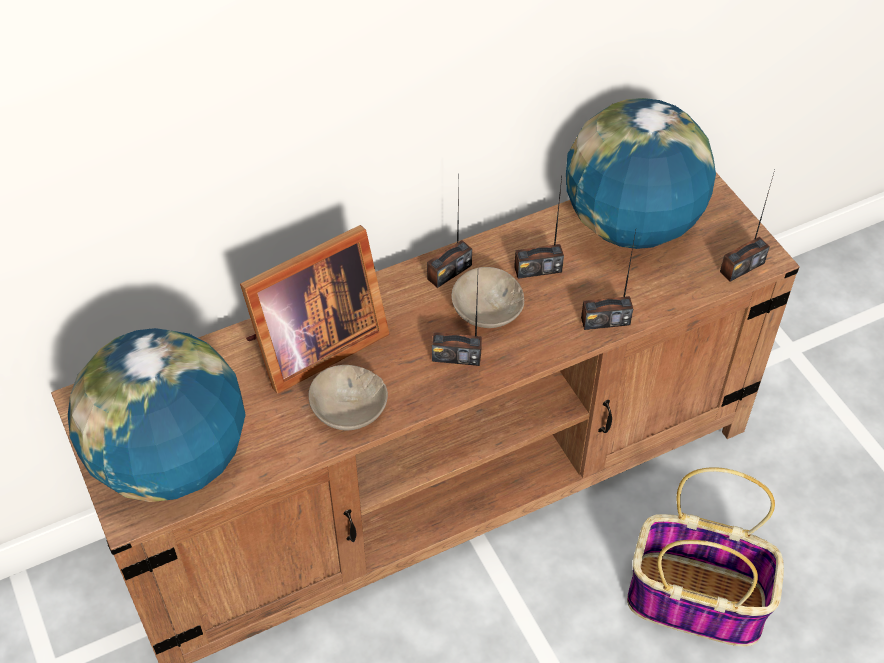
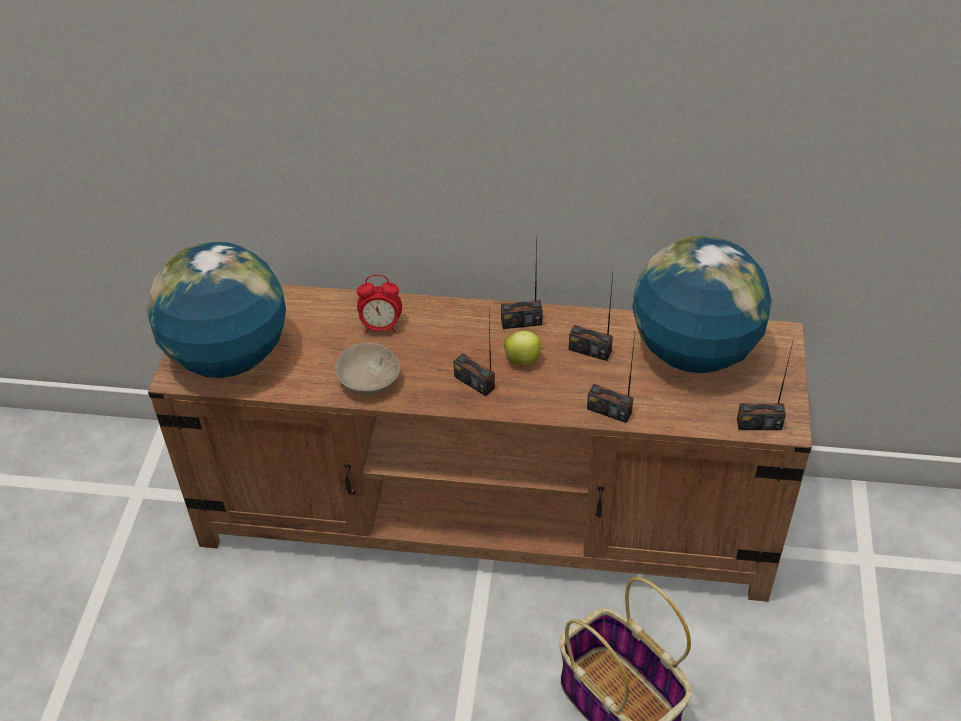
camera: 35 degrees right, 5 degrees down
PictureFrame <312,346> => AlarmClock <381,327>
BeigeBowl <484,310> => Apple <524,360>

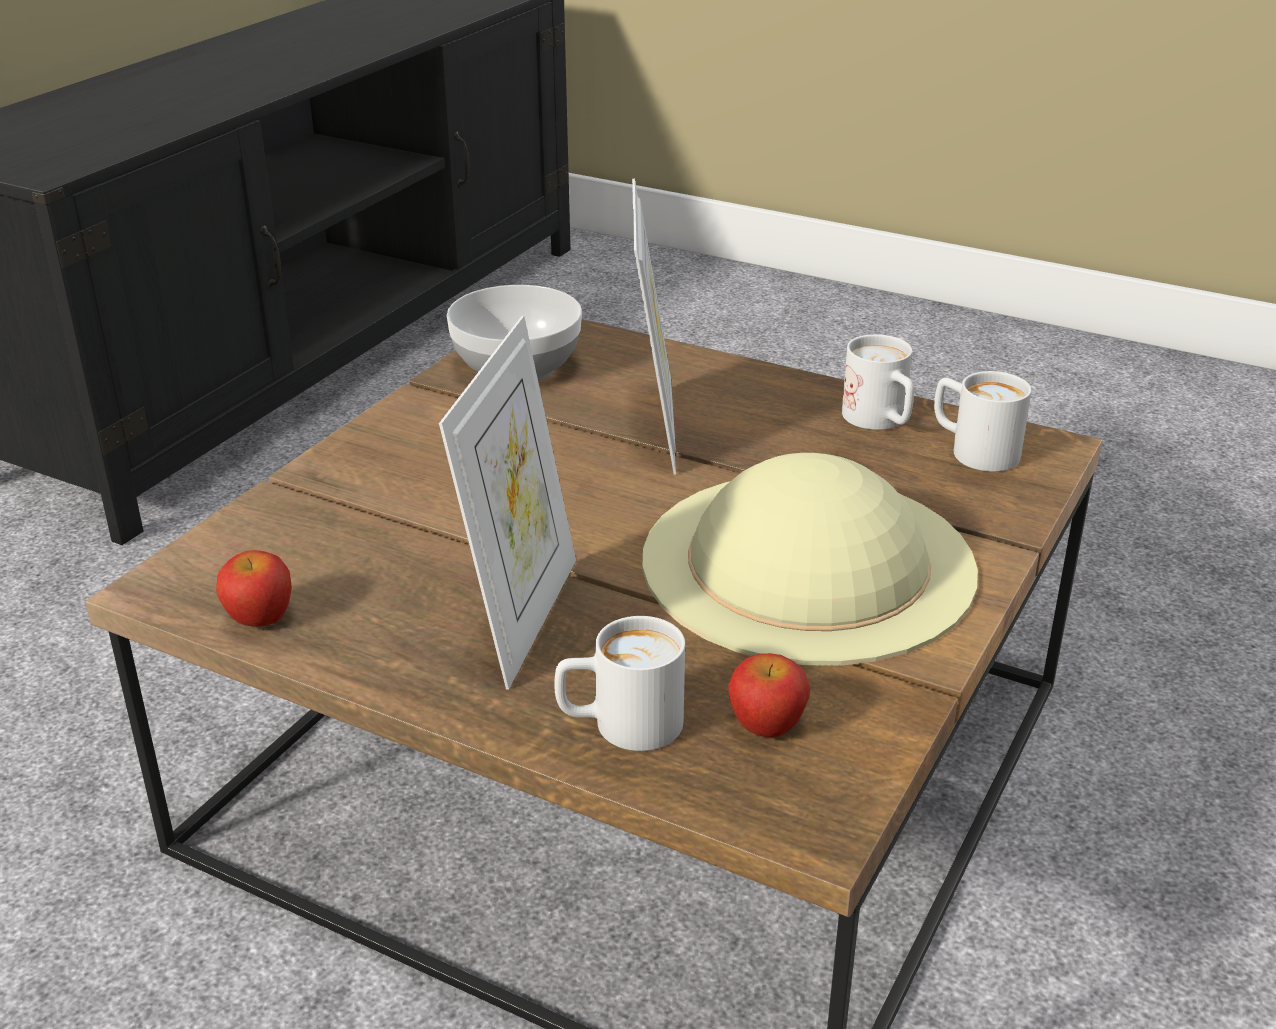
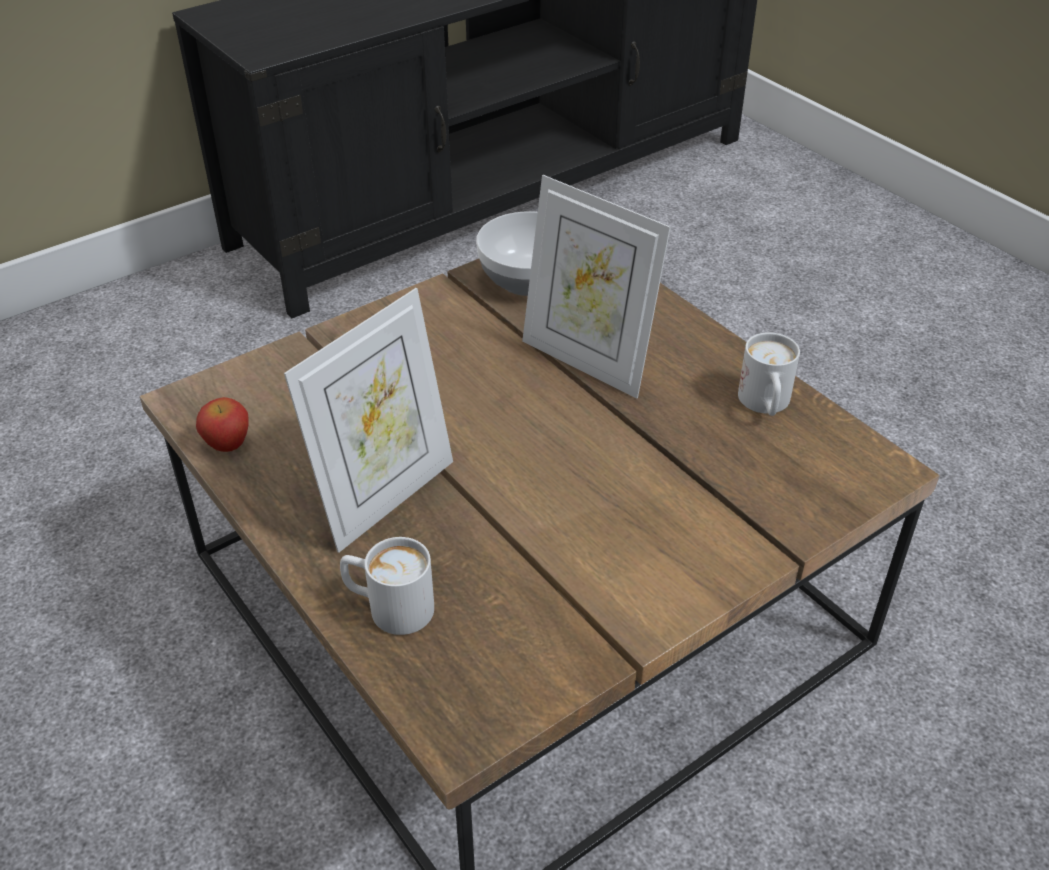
camera: 25 degrees right, 10 degrees up
BeigeHat <808,562> => nothing
Apple <766,726> => nothing
WhiteMug <972,450> => nothing
PictureFrame <653,428> => PictureFrame <587,361>, 105 degrees clockwise

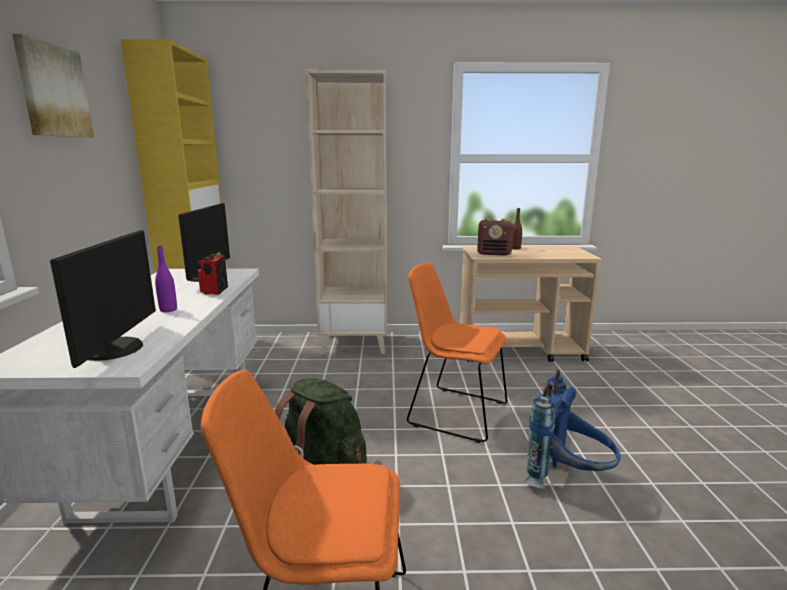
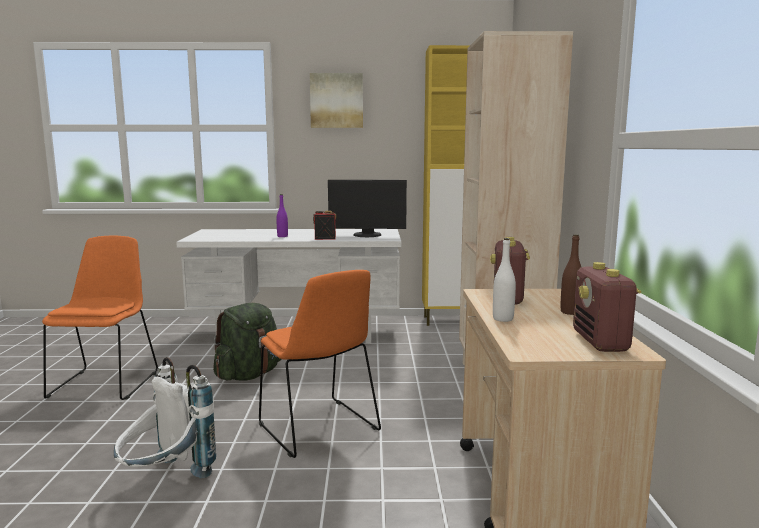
camera: 90 degrees right, 5 degrees down
Monitor <116,349> => nothing
nothing => WhiteBottle <503,319>
nothing => Radio <600,342>
BlueBackpack <567,480> => WhiteBackpack <166,480>
OrangeChair <454,412> => OrangeChair <320,429>, 120 degrees clockwise

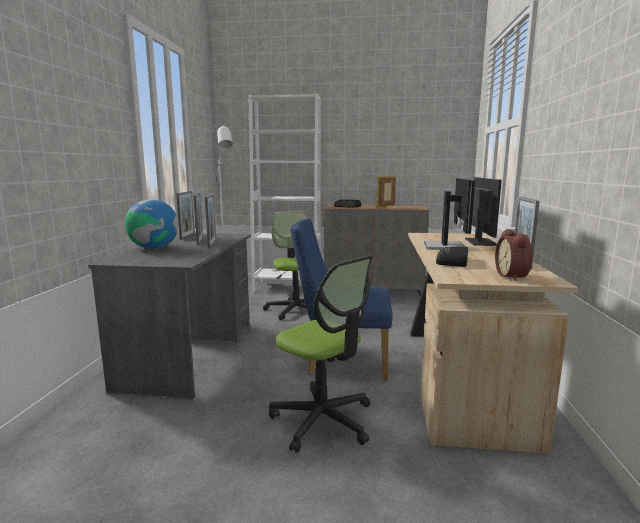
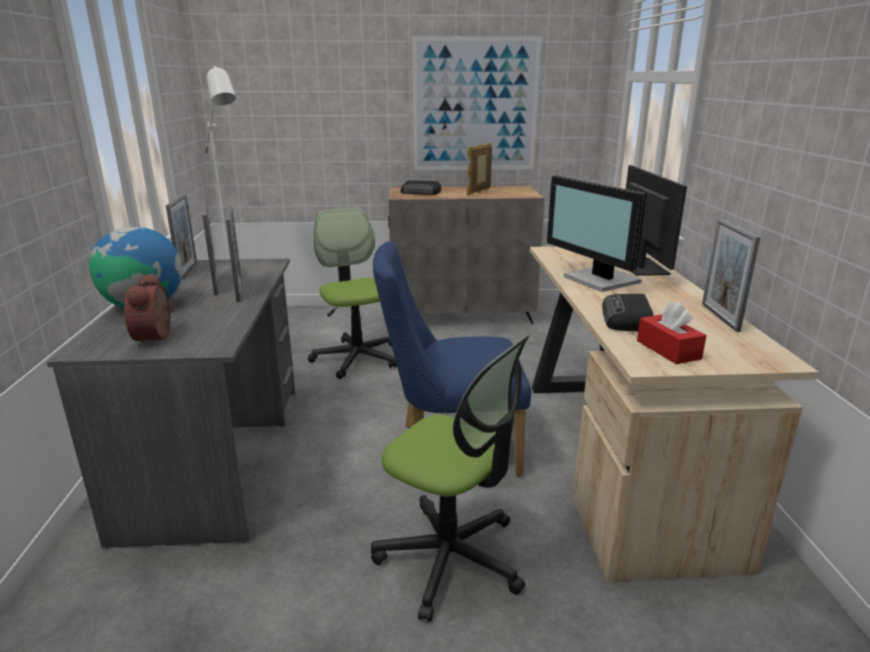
camera: 10 degrees left, 10 degrees up
WhiteBookcase <287,288> => nothing
nothing => Picture <475,105>
nothing => RedTissueBox <668,350>
AlarmClock <513,276> => AlarmClock <157,338>, relocated
Monitor <446,246> => Monitor <600,280>, 150 degrees clockwise

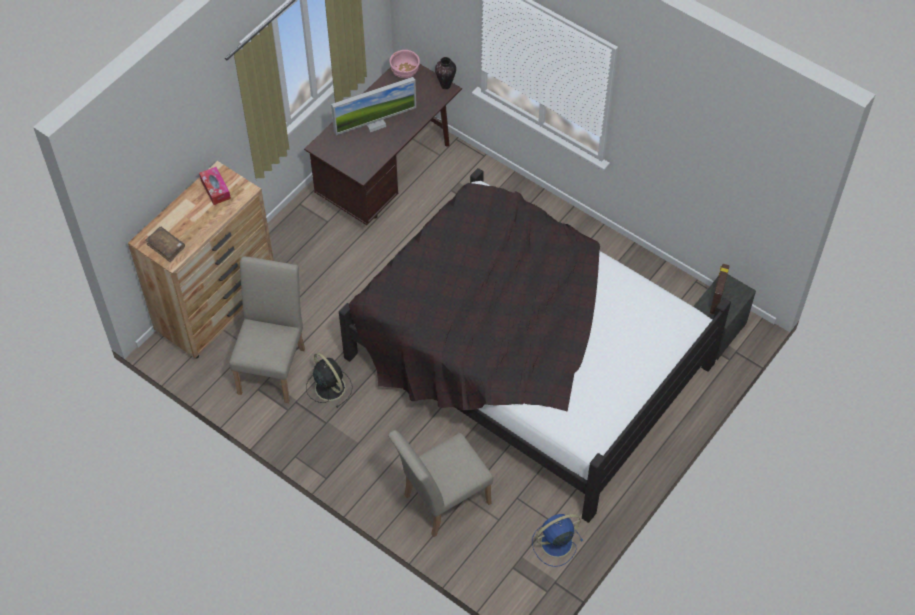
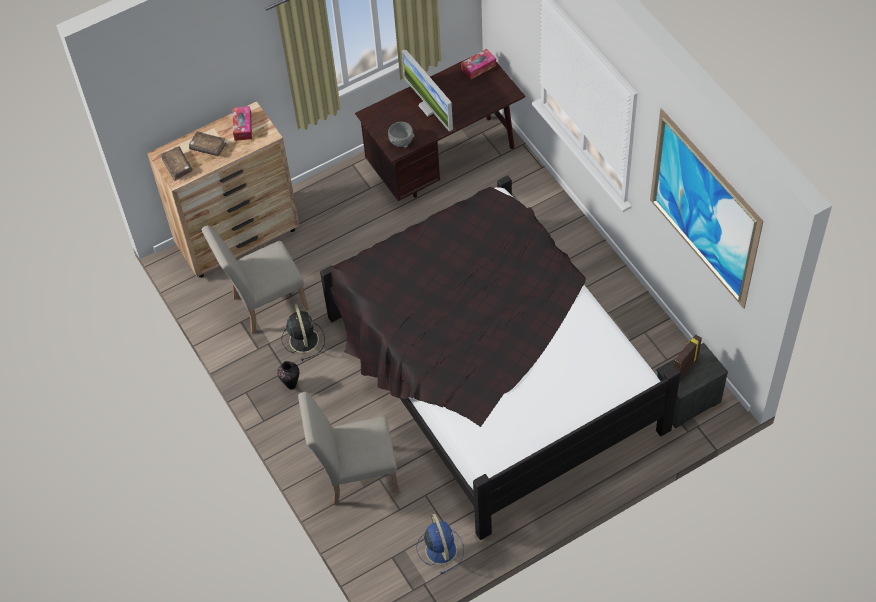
camera: 25 degrees right, 0 degrees up
nothing => BrownBook <208,147>
nothing => GreyBowl <401,142>
nothing => Picture <703,209>
Vase <446,86> => Vase <291,385>, relocated
PinkBowl <405,73> => TissueBox <478,67>
BeigeChair <274,365> => BeigeChair <264,305>, 150 degrees counterclockwise
Monitor <375,124> => Monitor <429,107>, 60 degrees clockwise
BlueFan <555,543> => BlueFan <440,548>, 75 degrees clockwise

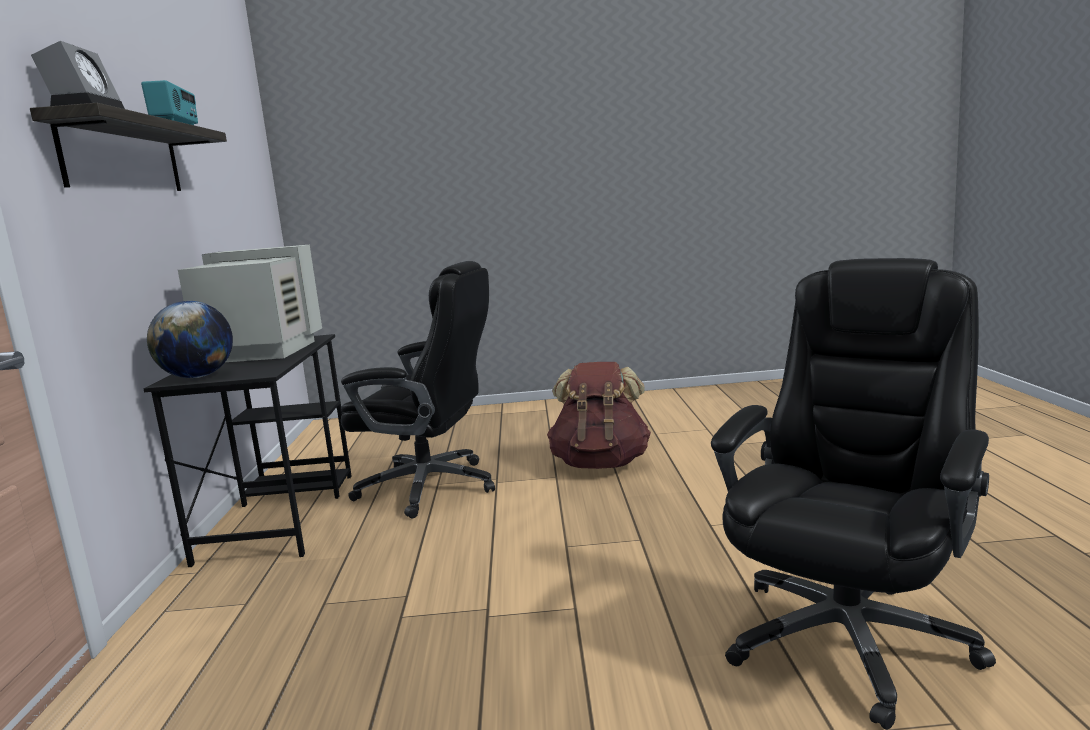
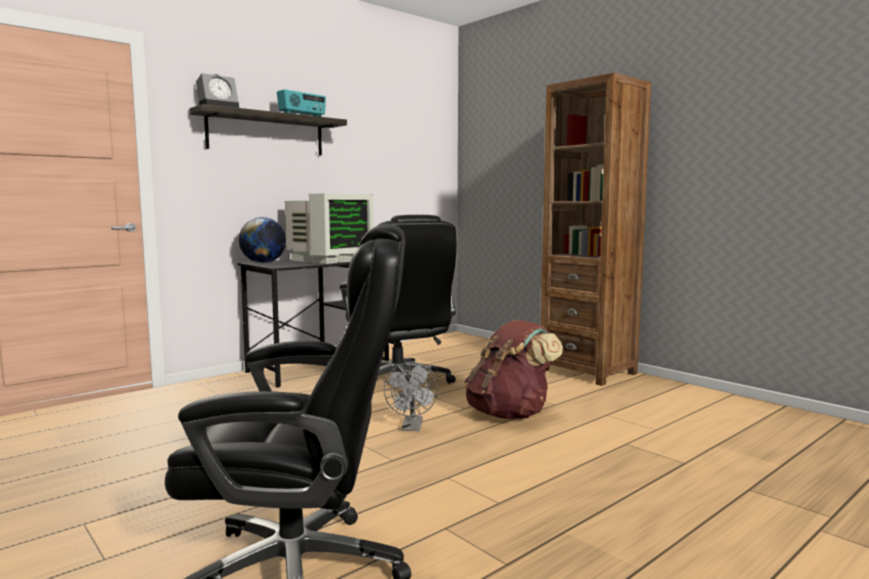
camera: 50 degrees right, 5 degrees down
nothing => GreyFan <412,428>
nothing => BrownBookcase <588,371>
Monitor <260,352> => Monitor <328,260>, 75 degrees clockwise

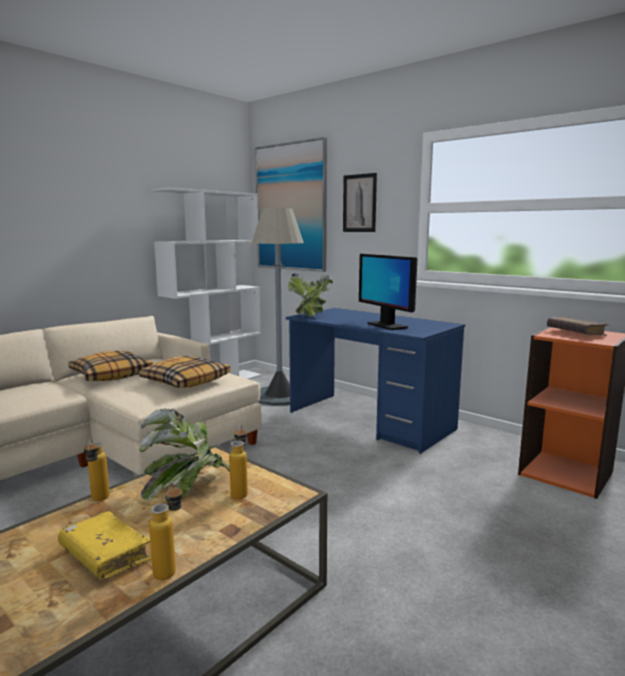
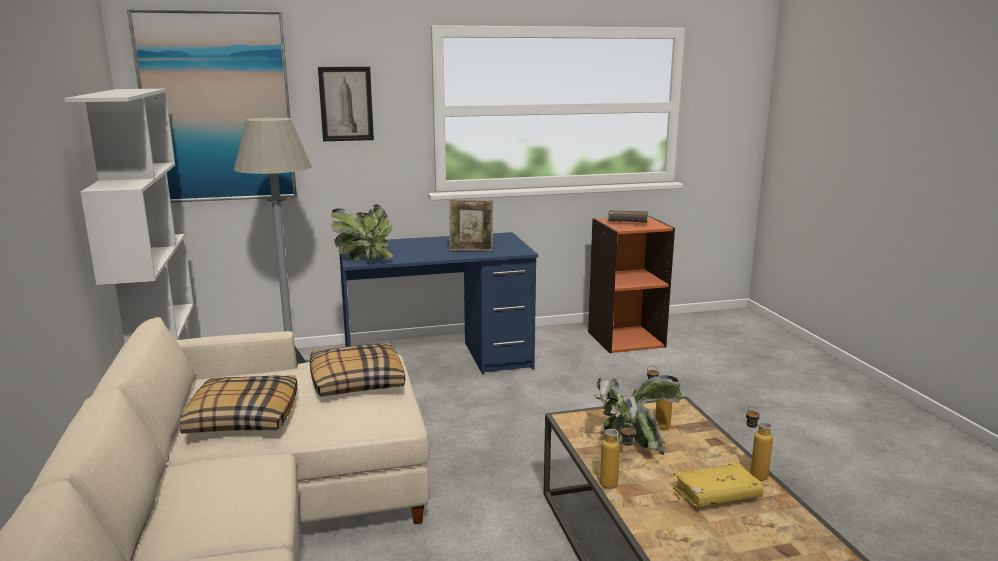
camera: 55 degrees left, 5 degrees up
Monitor <386,325> => PictureFrame <471,250>

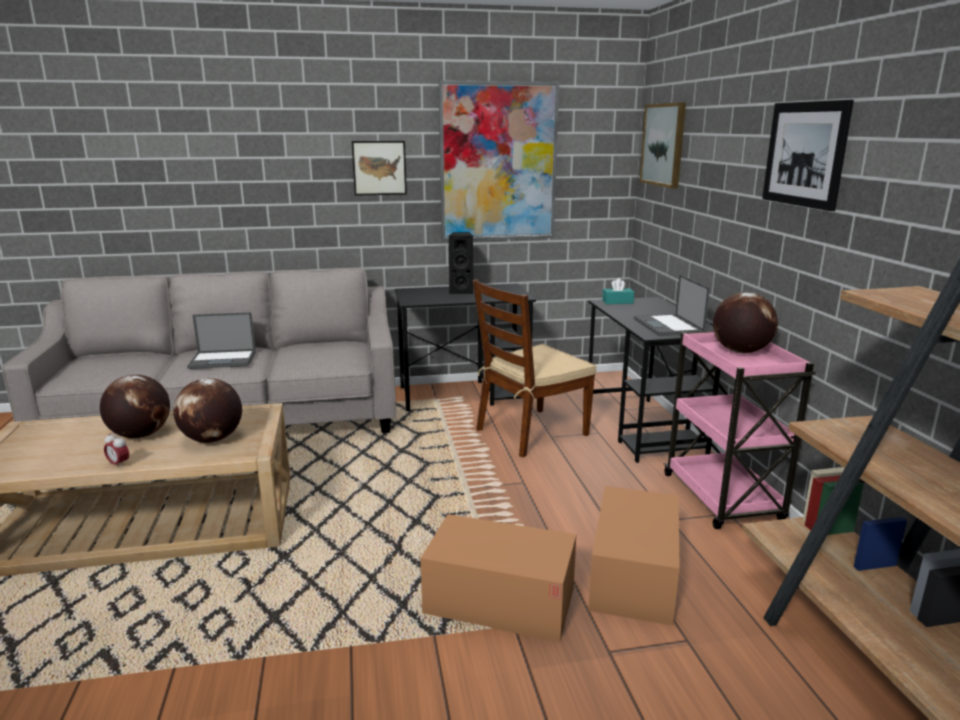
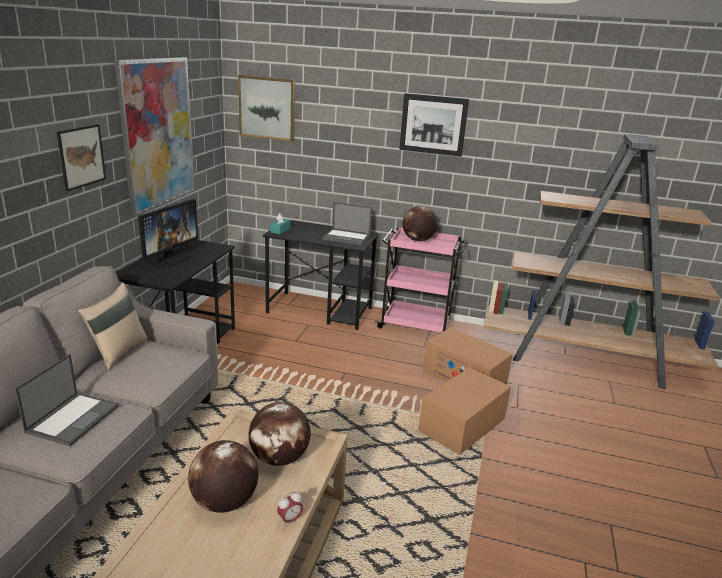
camera: 65 degrees left, 5 degrees up
BrownChair <531,432> => nothing
nothing => BeigePillow <118,352>
BlackSpeaker <461,291> => Monitor <169,258>

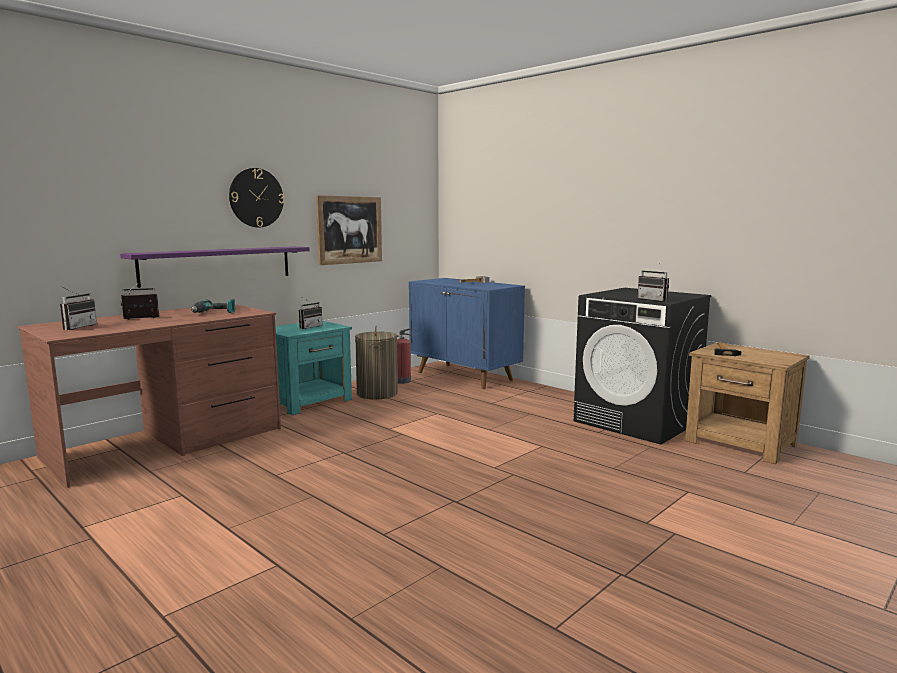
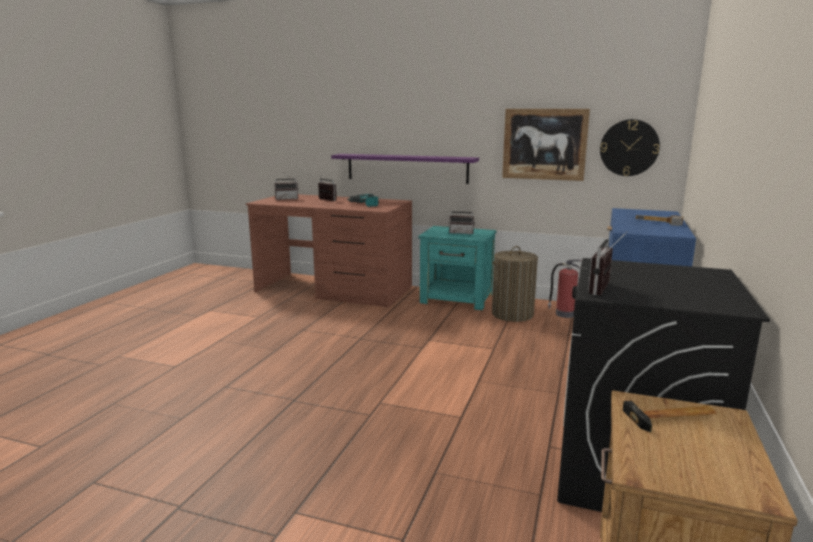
camera: 65 degrees right, 5 degrees up
WallClock <256,198> => WallClock <629,147>, relocated

